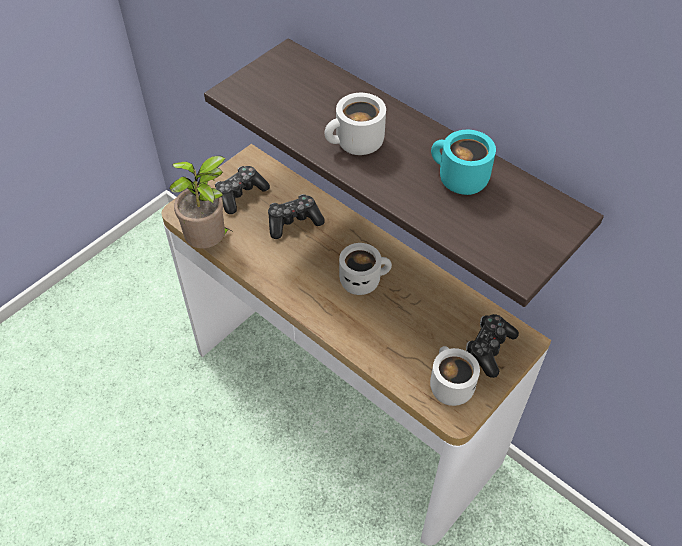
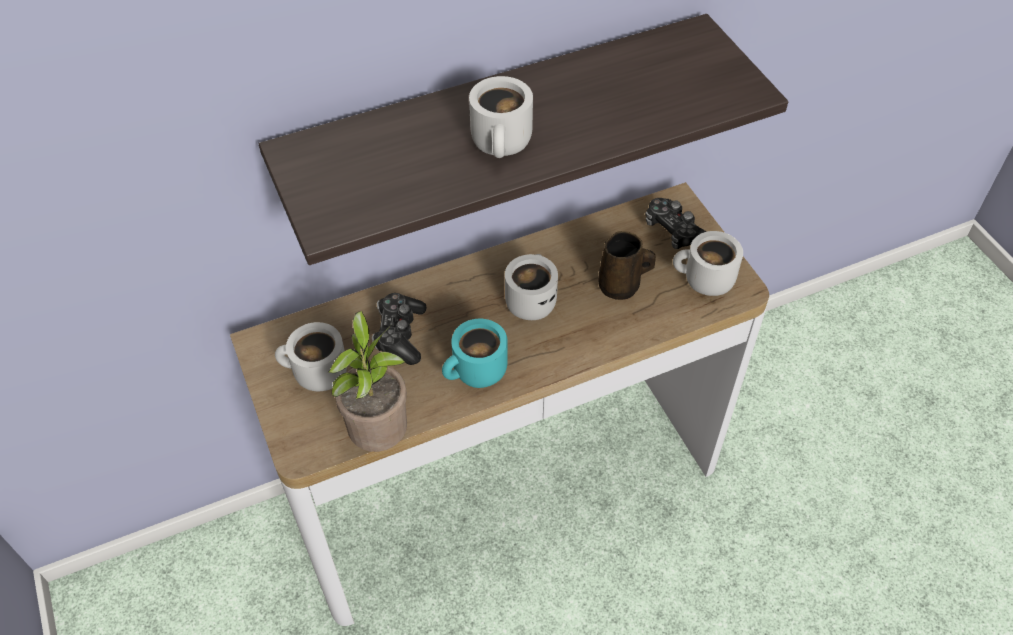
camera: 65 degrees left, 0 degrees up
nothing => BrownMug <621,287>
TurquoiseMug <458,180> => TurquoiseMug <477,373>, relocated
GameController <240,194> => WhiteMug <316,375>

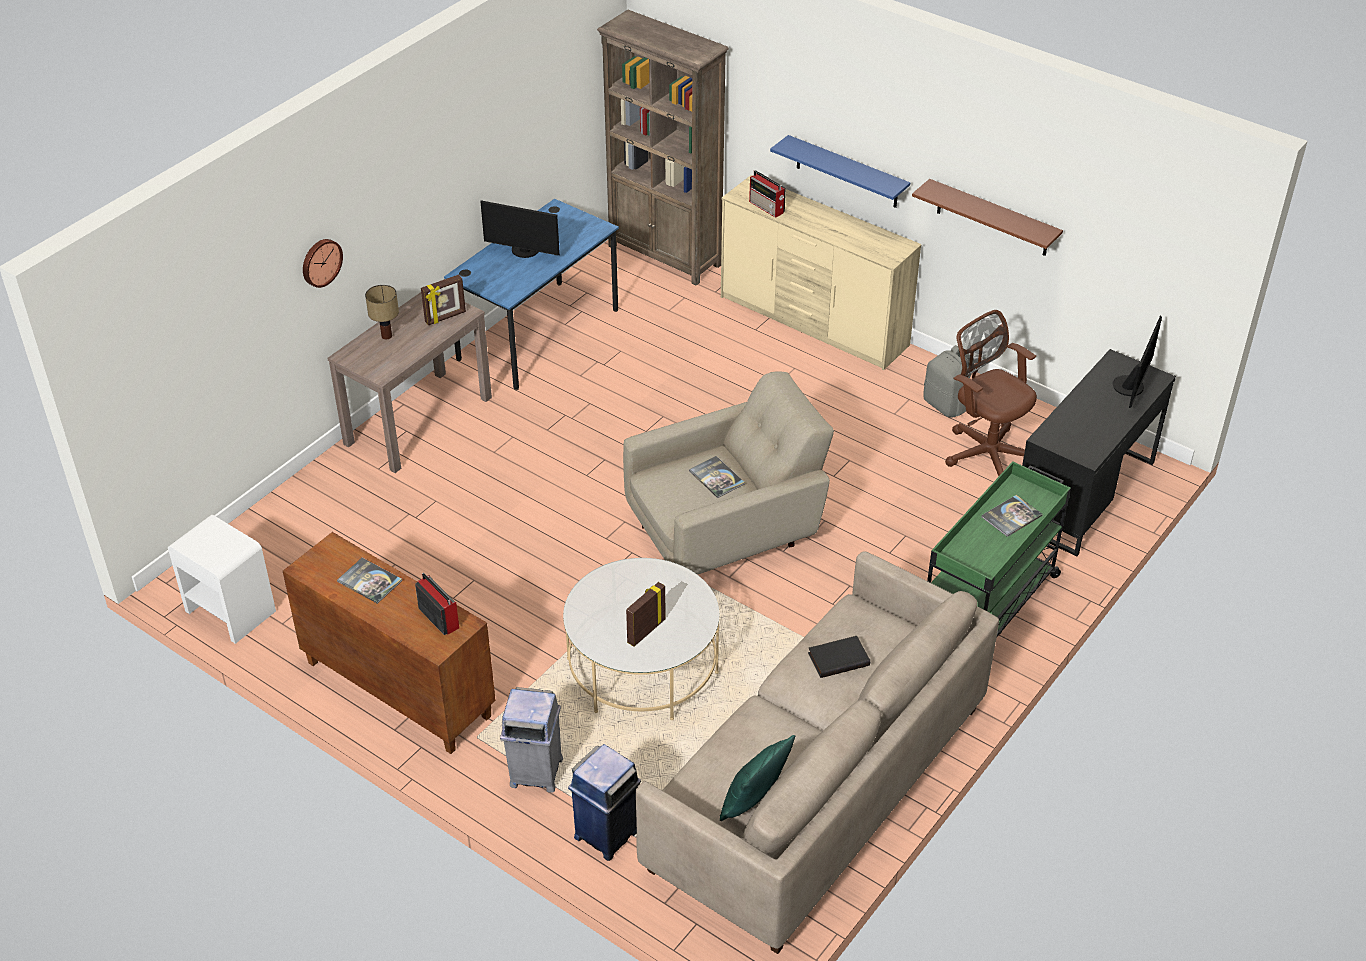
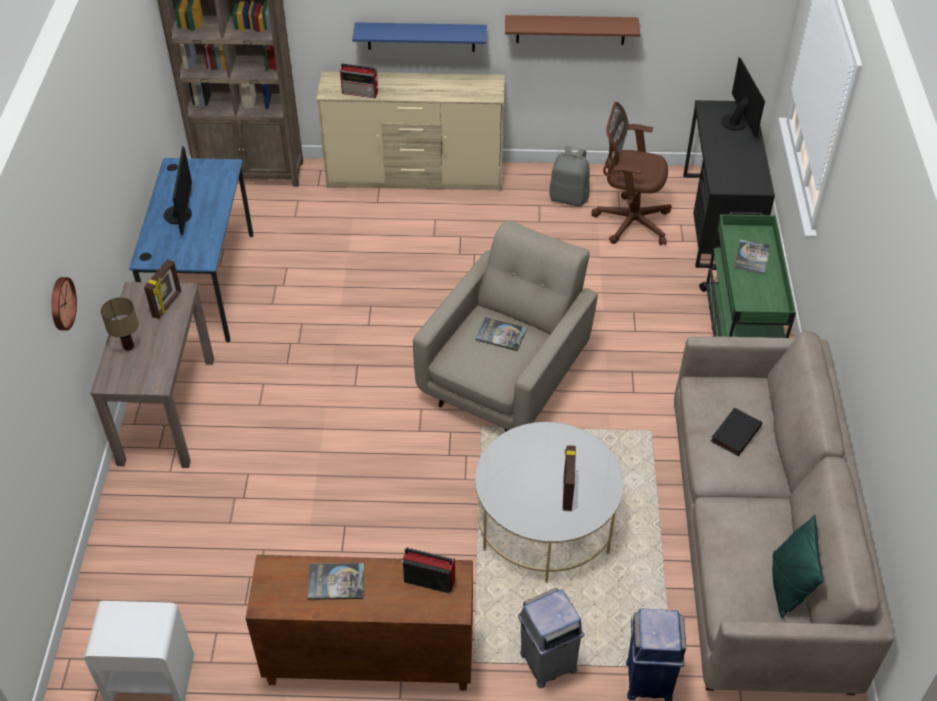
camera: 35 degrees left, 5 degrees up
Monitor <524,251> => Monitor <181,215>, 75 degrees counterclockwise

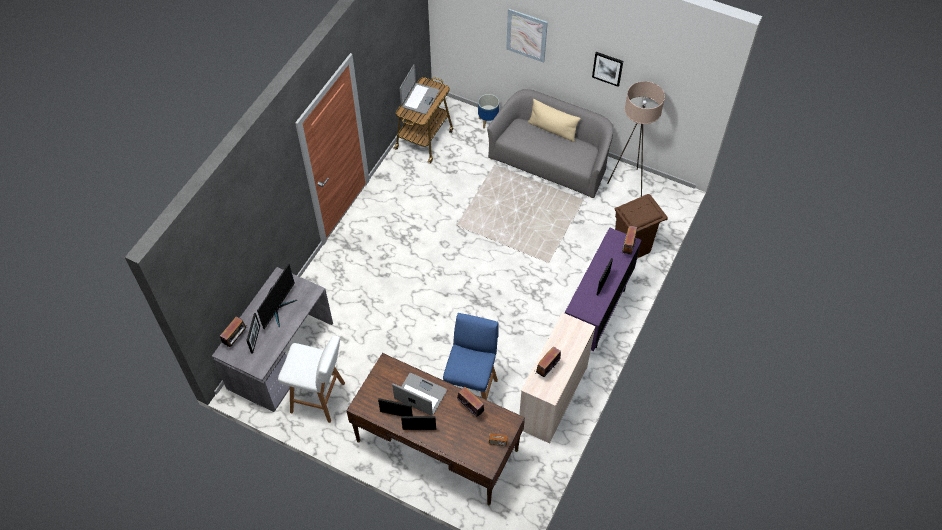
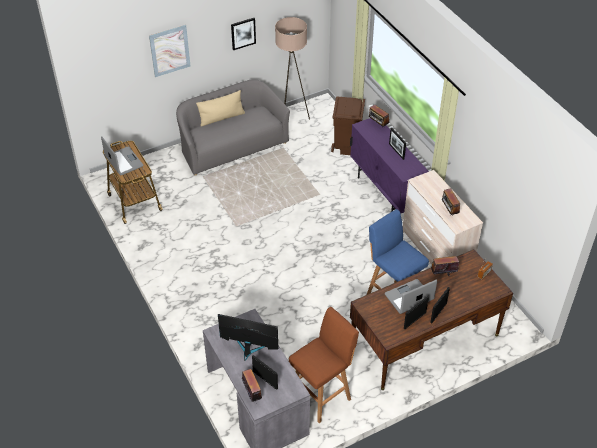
camera: 55 degrees left, 10 degrees down
Planter <488,121> => nothing
WhiteStool <320,398> => BrownStool <322,395>
Monitor <279,309> => Monitor <248,349>, 45 degrees counterclockwise

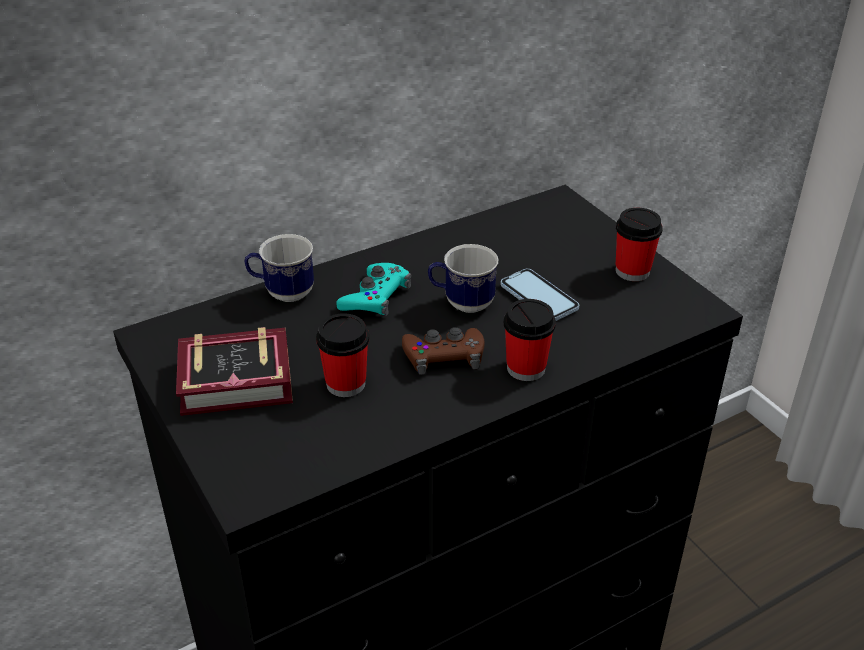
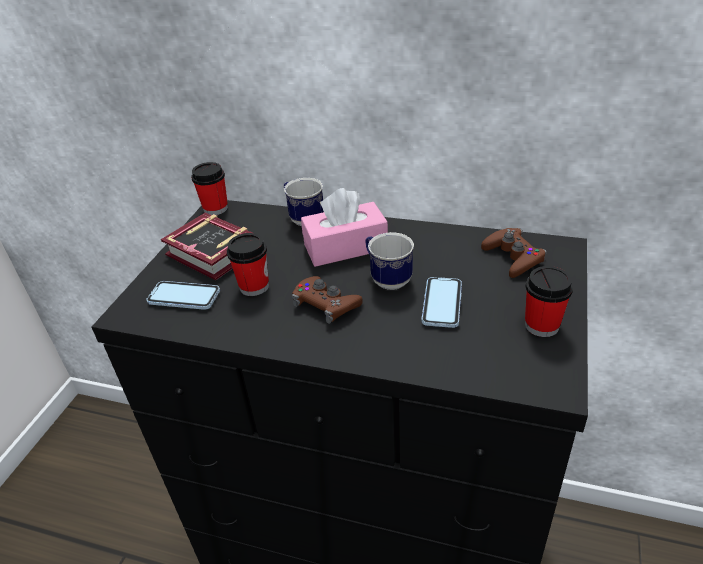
camera: 50 degrees right, 0 degrees up
nothing => Phone <184,297>
nothing => BrownGameController <513,257>
Cup <526,368> => Cup <215,208>, relocated
TurquoiseGameController <376,297> => PinkTissueBox <345,247>

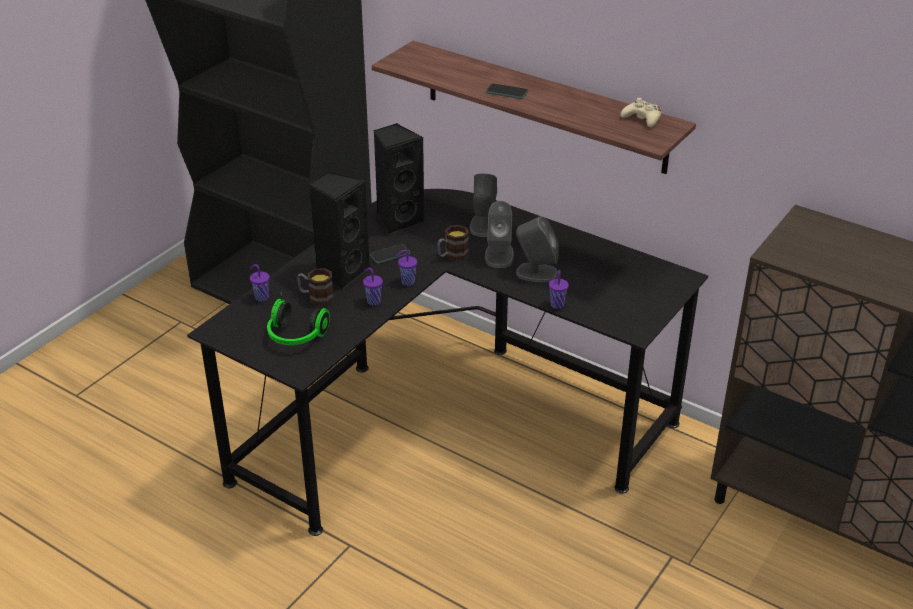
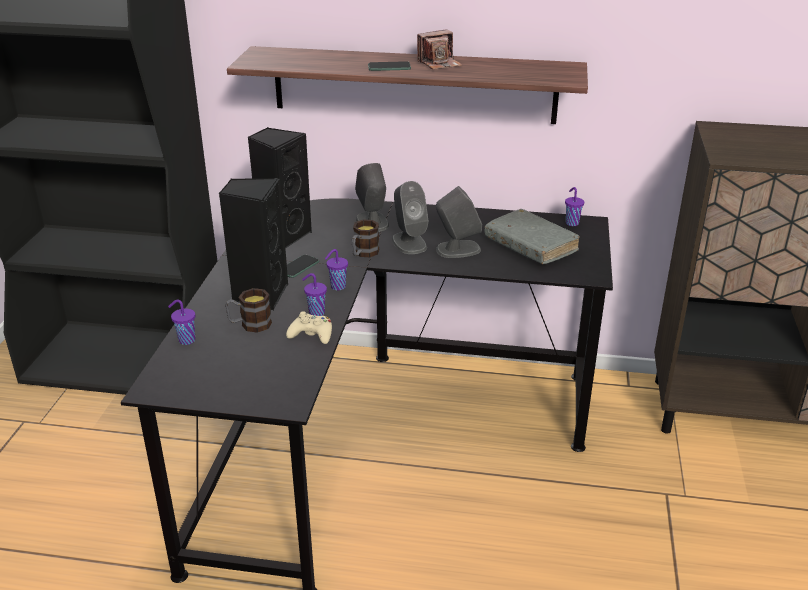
camera: 25 degrees left, 5 degrees down
Headphones <295,337> => nothing
nothing => PhotoCamera <439,63>
nothing => GreyBook <530,245>
PurpleCup <557,304> => PurpleCup <571,223>, relocated
BeigeGameController <642,119> => BeigeGameController <312,334>, relocated

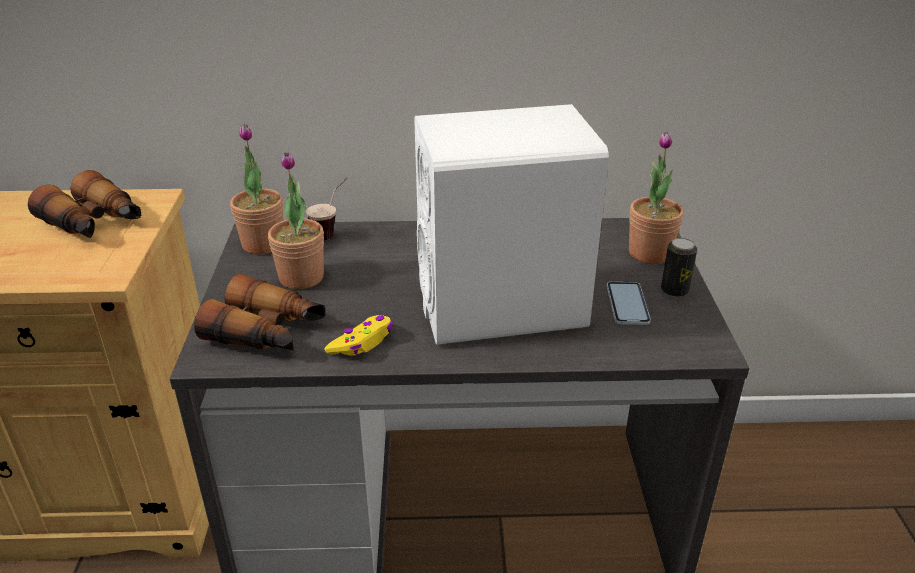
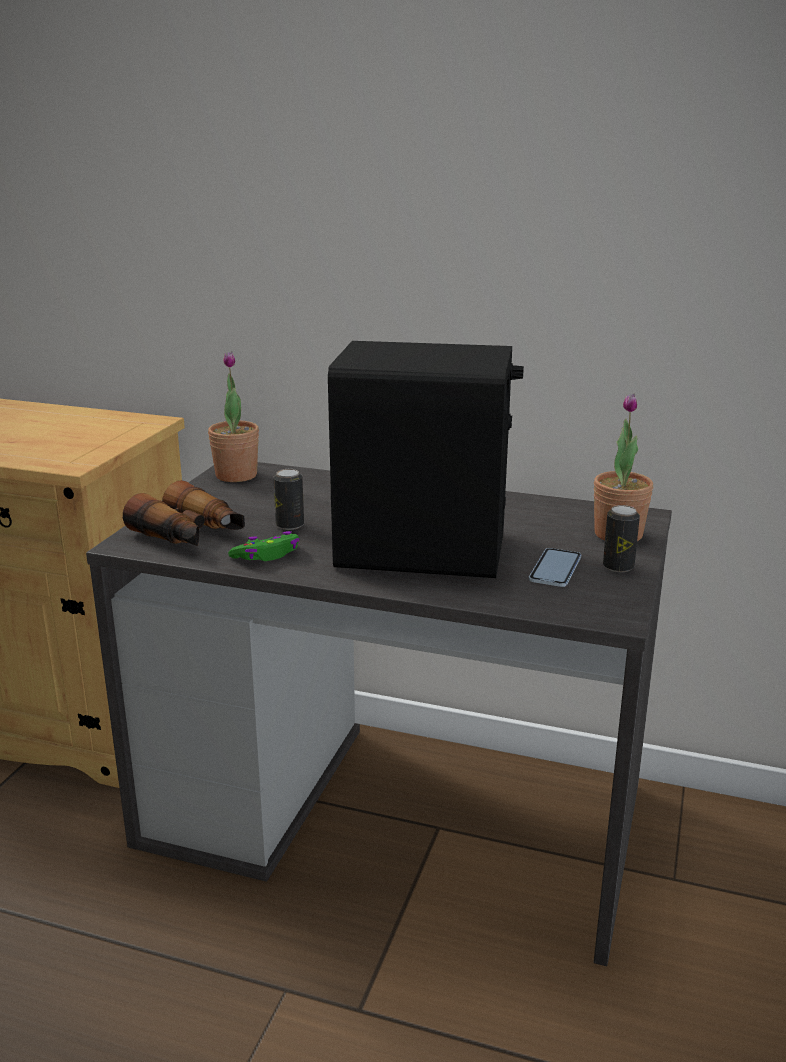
camera: 20 degrees right, 10 degrees down
Binoculars <94,223> => nothing
PottedPlant <301,277> => nothing
Cup <332,231> => nothing
nothing => Can <290,525>
YellowGameController <362,343> => GreenGameController <267,555>
WhiteSpeaker <502,306> => BlackSpeaker <423,550>

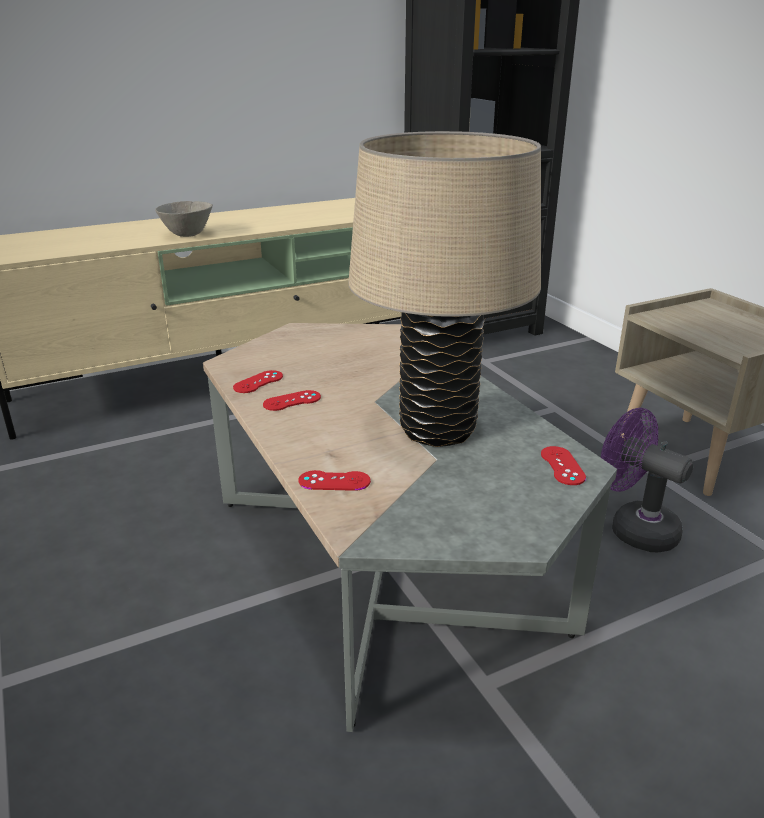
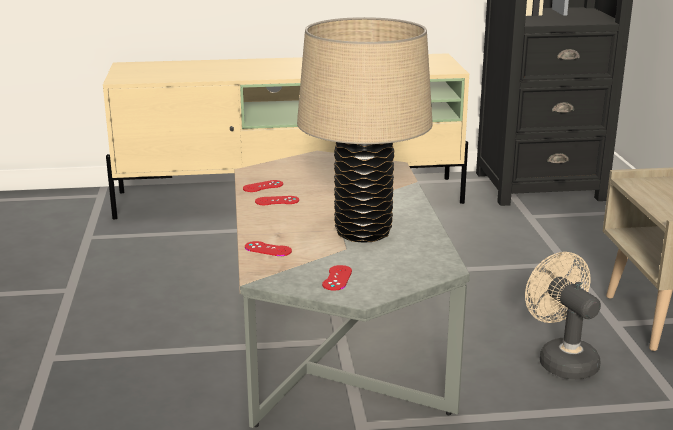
camera: 20 degrees right, 5 degrees down
GreyBowl <187,235> => nothing
RedGameController <562,466> => RedGameController <337,278>, relocated
PurpleFan <634,528> => BeigeFan <561,360>

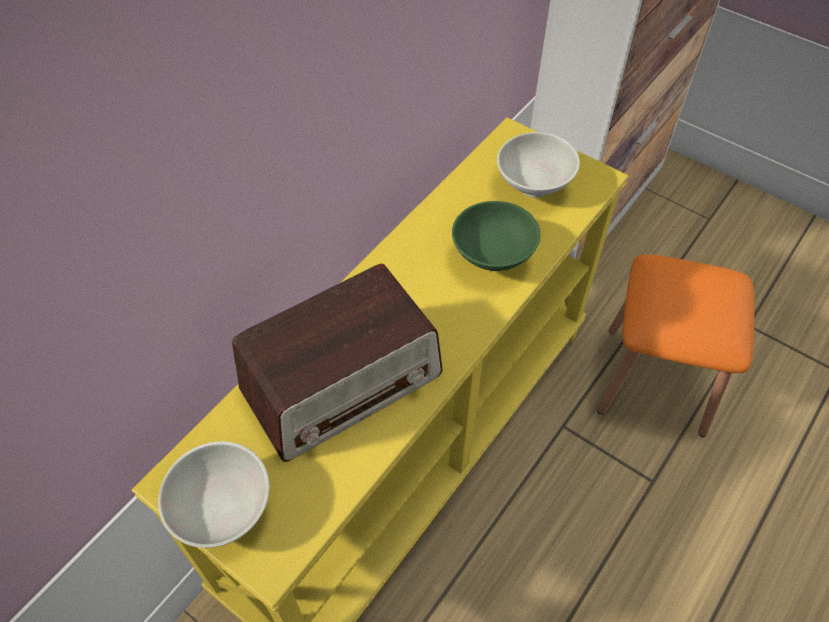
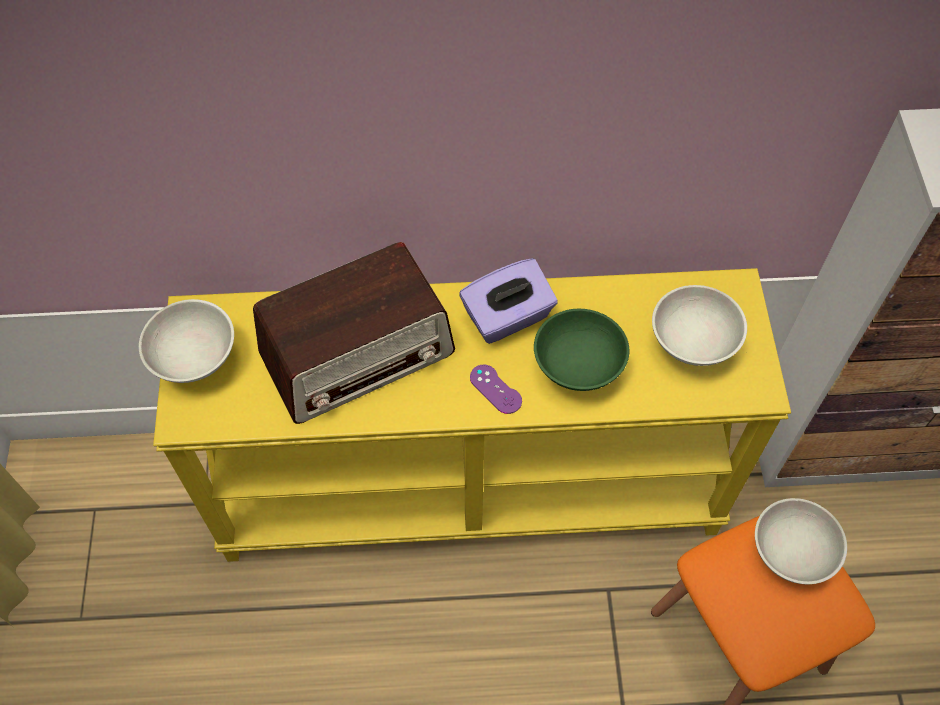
camera: 50 degrees right, 5 degrees up
nothing => PurpleTissueBox <508,317>
nothing => PurpleGameController <495,389>
nothing => WhiteBowl <787,555>
Radio <343,383> => Radio <358,354>, 45 degrees counterclockwise

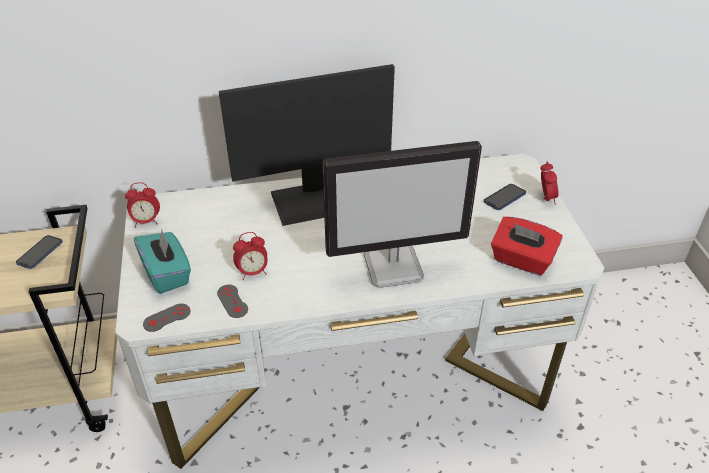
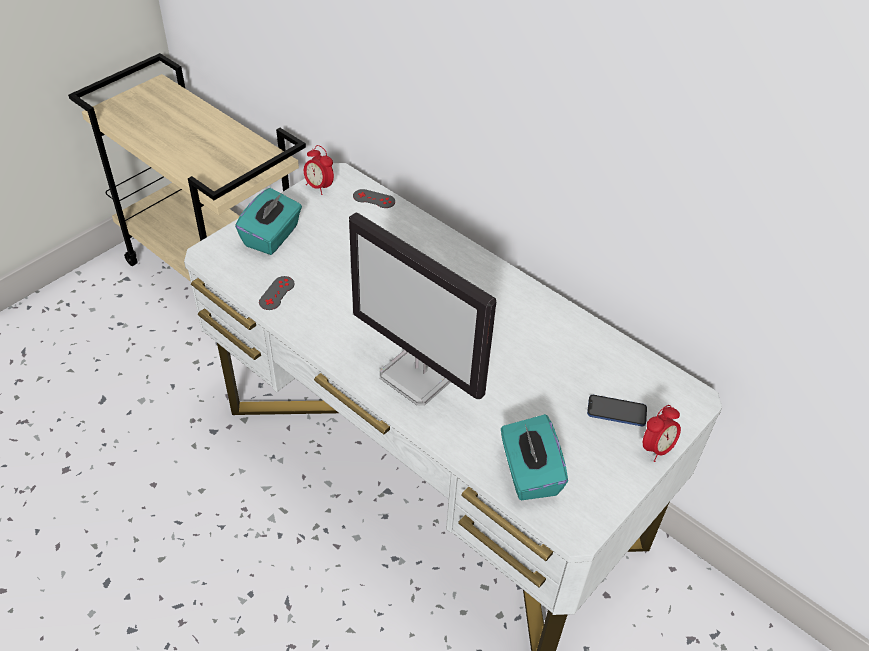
camera: 50 degrees right, 5 degrees up
Phone <40,253> => nothing
Monitor <318,199> => nothing
AlarmClock <253,272> => nothing
GreyGameController <167,318> => GreyGameController <374,199>, relocated
RedTissueBox <521,260> => TurquoiseTissueBox <529,473>

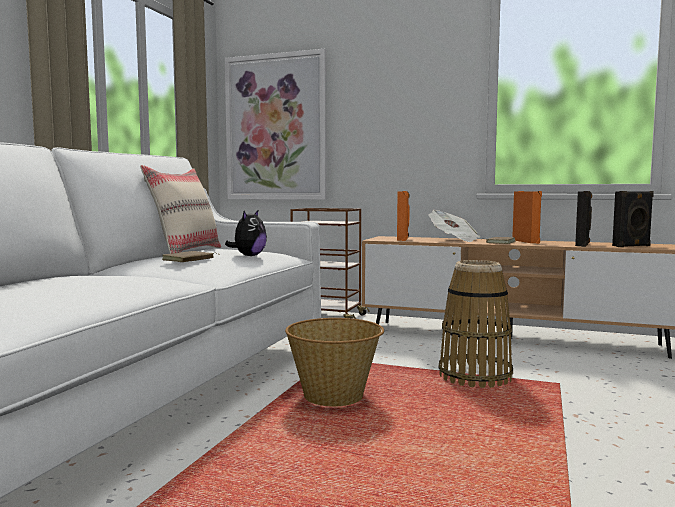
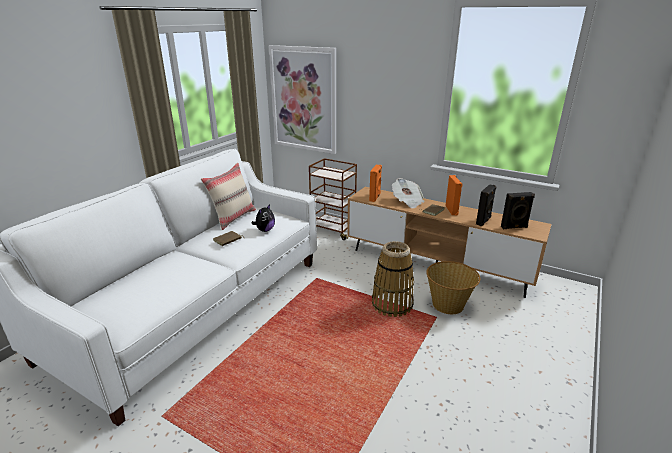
camera: 10 degrees right, 20 degrees up
Basket <334,396> => Basket <448,304>, relocated

